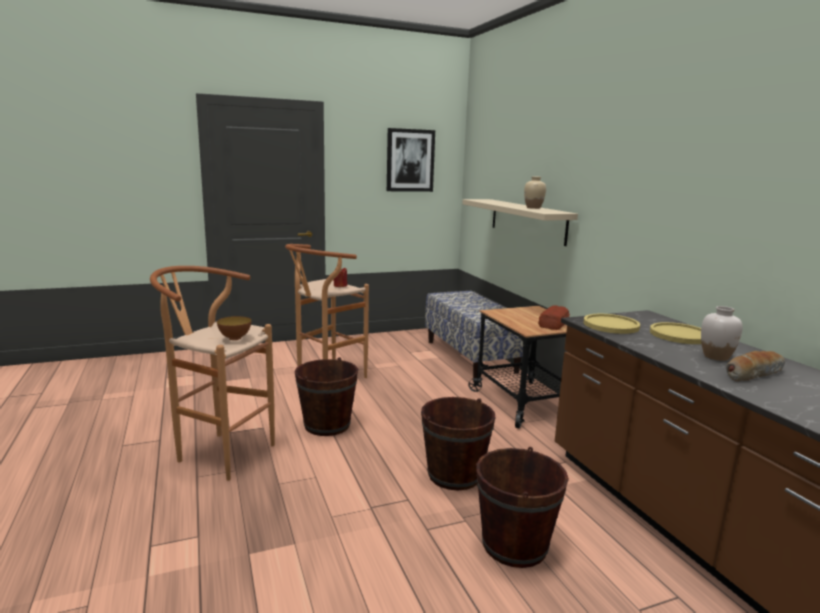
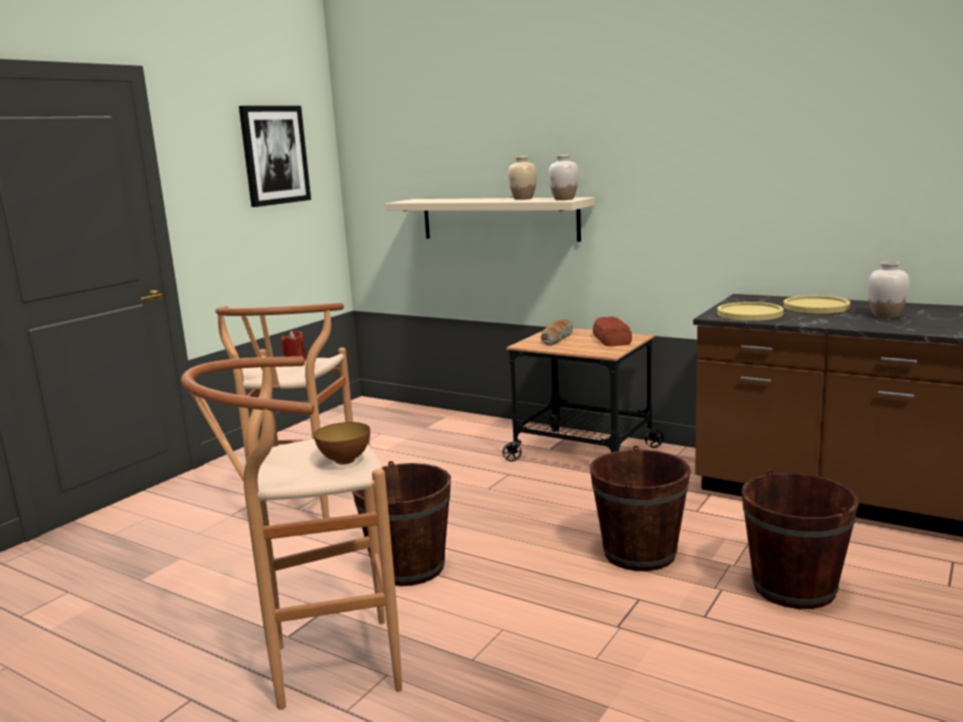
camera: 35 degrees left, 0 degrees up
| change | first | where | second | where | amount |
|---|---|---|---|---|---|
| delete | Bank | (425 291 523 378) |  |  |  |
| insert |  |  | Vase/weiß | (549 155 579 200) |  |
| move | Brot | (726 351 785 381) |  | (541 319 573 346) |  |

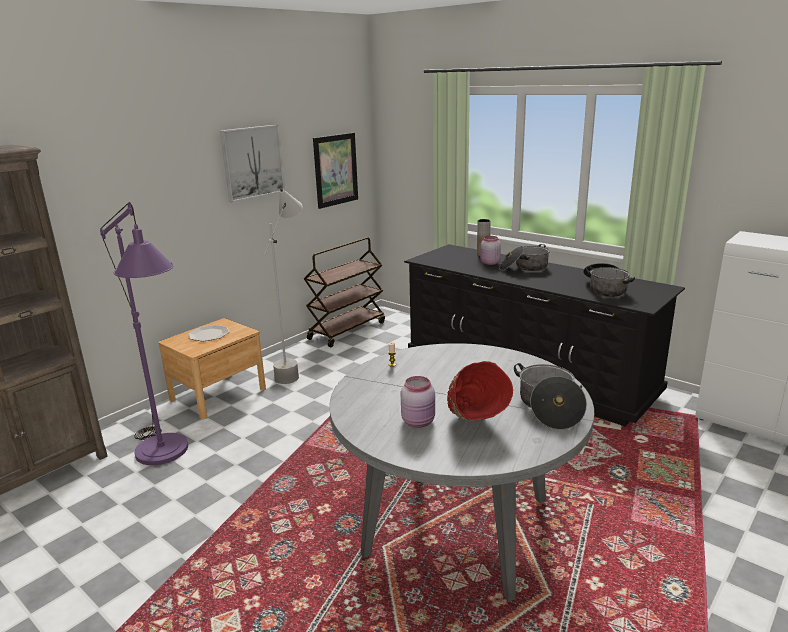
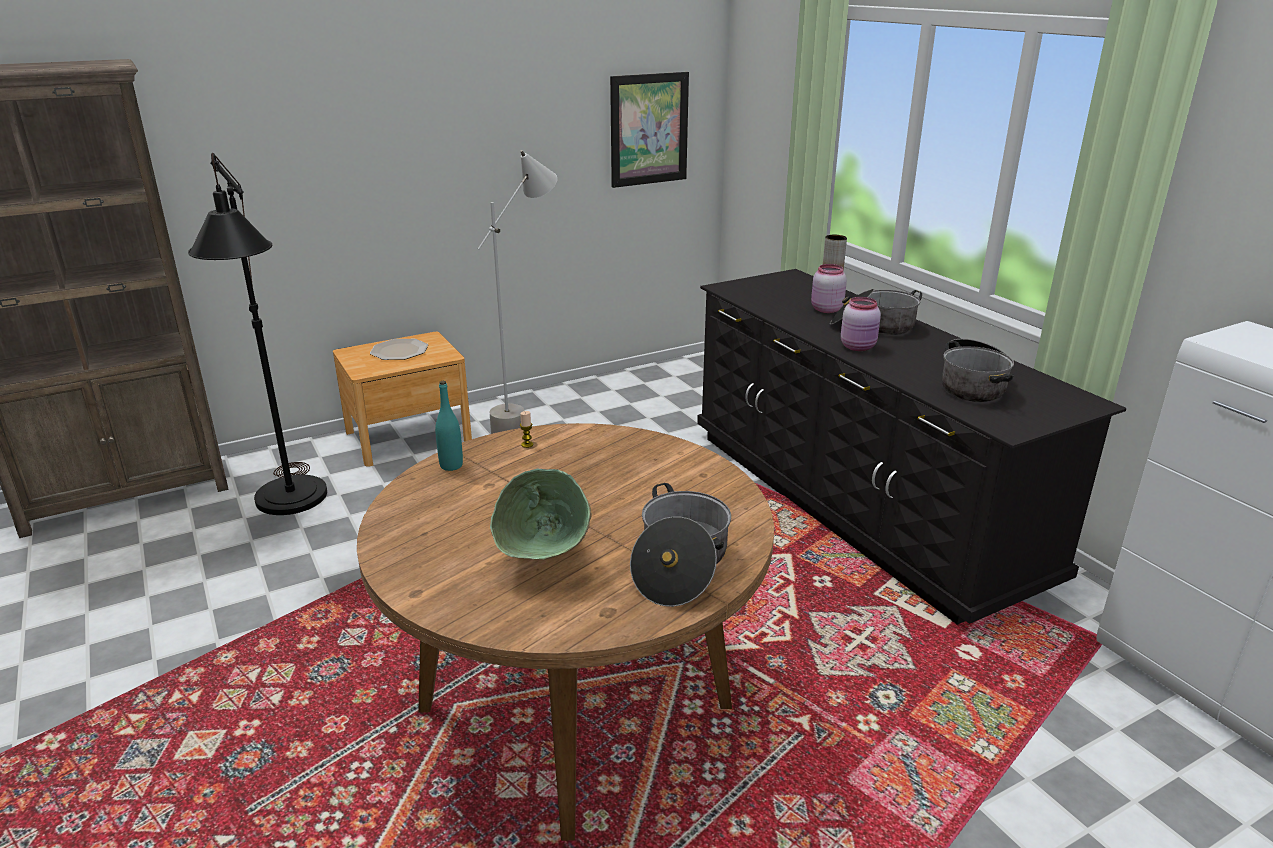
camera: 20 degrees right, 5 degrees up
| change | first | where | second | where | amount |
|---|---|---|---|---|---|
| delete | Bild | (220 125 285 202) |  |  |  |
| delete | Rollwagen/braun | (304 237 385 347) |  |  |  |
| insert |  |  | Flasche/türkis | (435 381 463 471) |  |
| move | Vorratsglas/rosa | (401 376 435 428) |  | (841 297 881 351) |  |
| recolor | Stehlampe/lila | (100 202 188 465) | Stehlampe/schwarz | (188 153 327 515) |  |
| recolor | Esstisch/grau | (329 343 594 602) | Esstisch/braun | (357 423 774 841) |  |
| recolor | Schüssel/rot | (447 361 513 421) | Schüssel/grün | (490 469 592 560) |  |

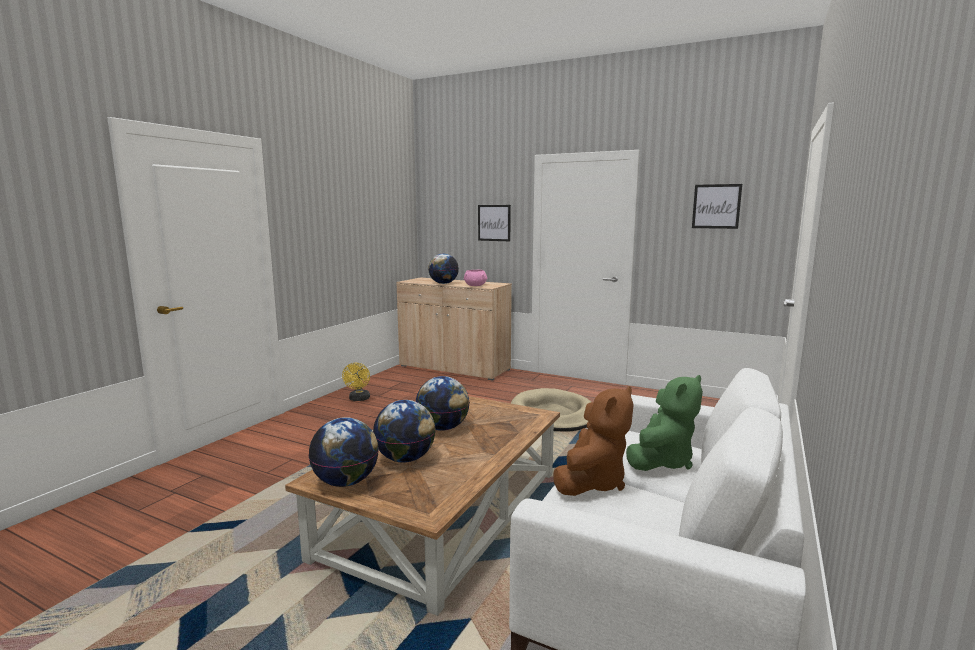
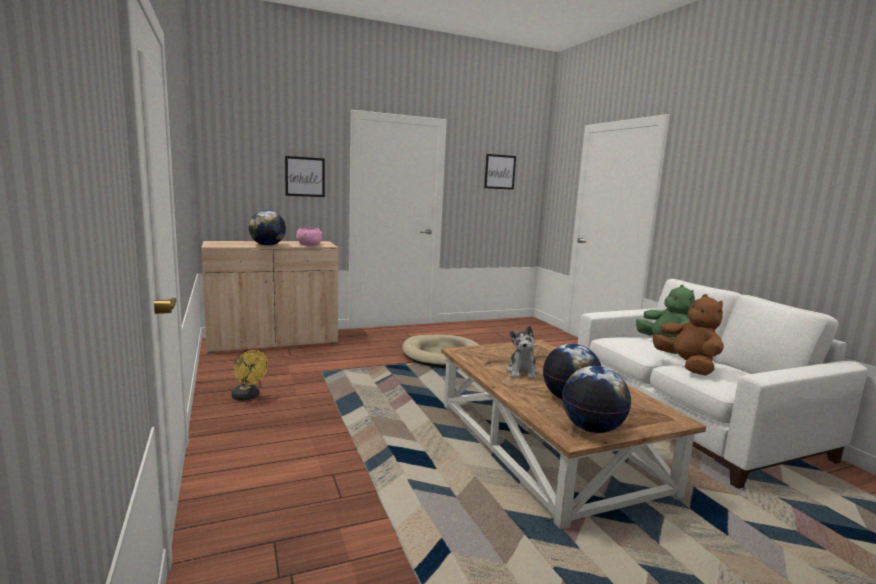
camera: 50 degrees left, 0 degrees up
| change | first | where | second | where | amount |
|---|---|---|---|---|---|
| replace | Globus | (416 376 469 431) | Plüschtier | (506 326 538 379) |  |

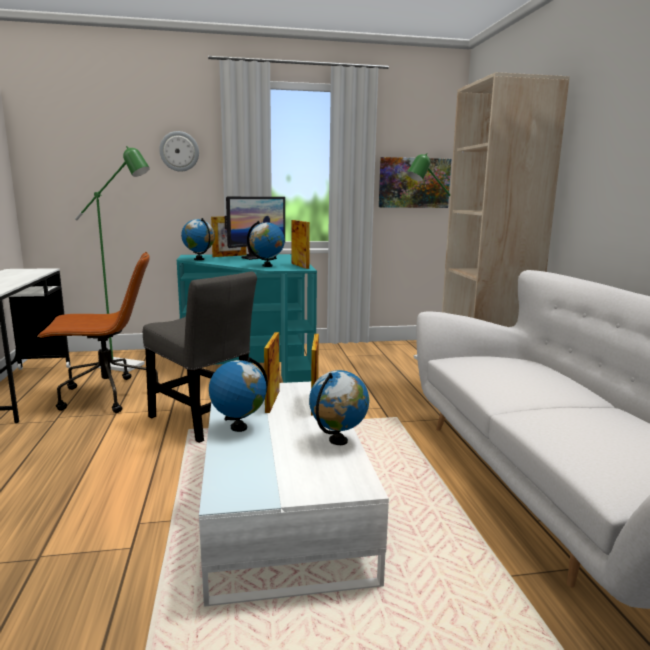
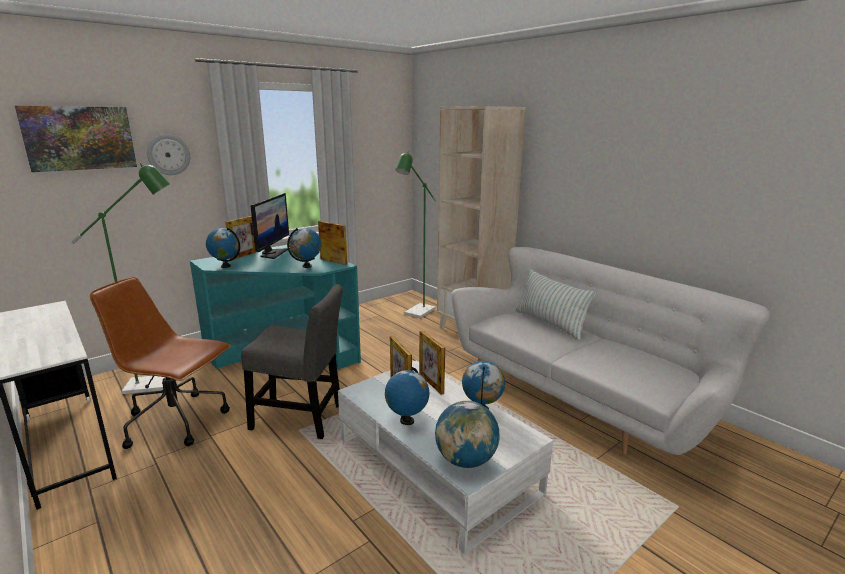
camera: 30 degrees left, 5 degrees up
| change | first | where | second | where | amount |
|---|---|---|---|---|---|
| insert |  |  | Globus | (435 401 500 468) |  |
| insert |  |  | Kissen | (515 269 596 340) |  |
| move | Bild | (379 157 451 208) |  | (15 106 137 172) |  |
| rotate | Bürostuhl/braun | (37 252 159 413) |  | (90 277 231 449) | 120 degrees counterclockwise |

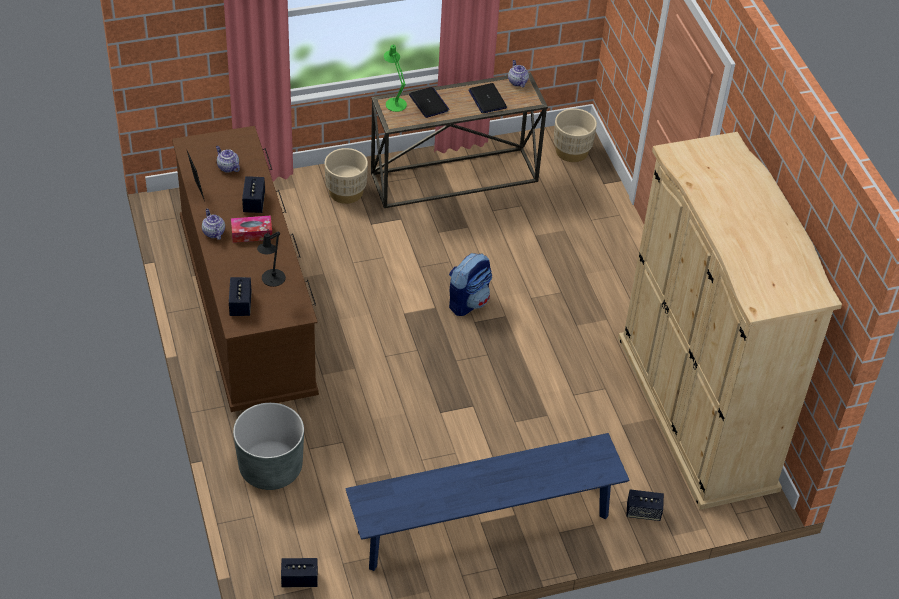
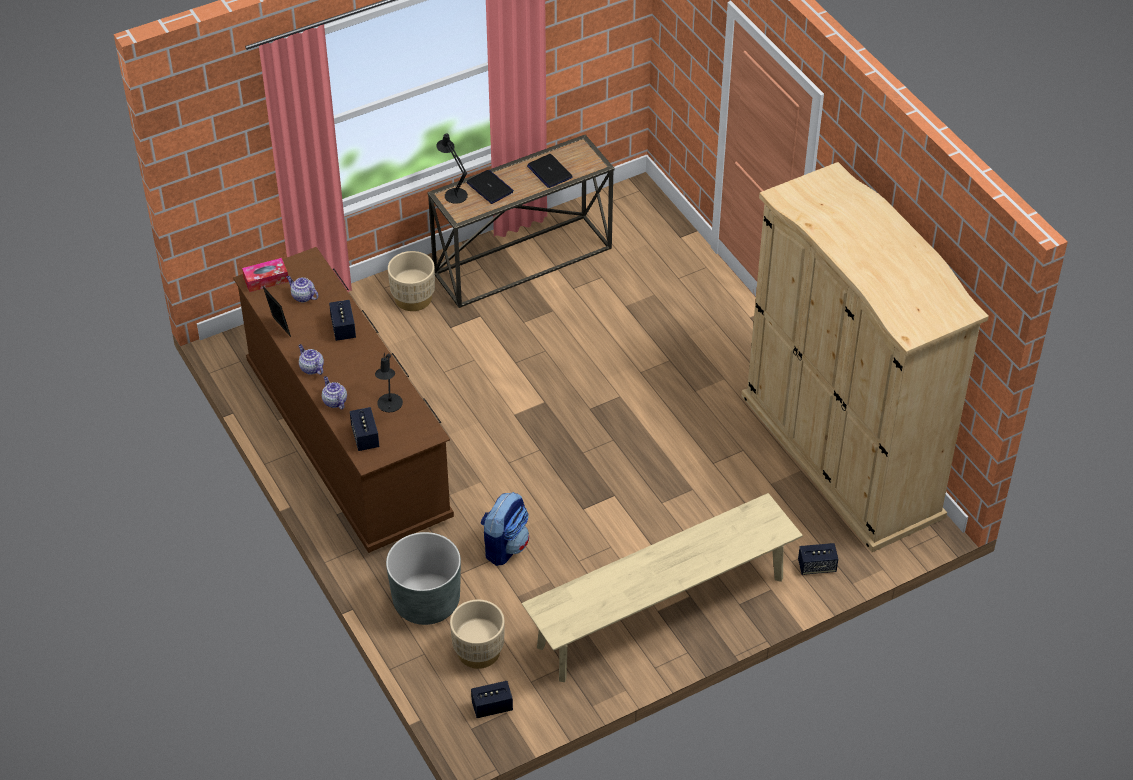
camera: 10 degrees left, 0 degrees up
| change | first | where | second | where | amount |
|---|---|---|---|---|---|
| move | Taschentuchbox | (231 216 273 243) |  | (242 258 289 292) |  |
| move | Rucksack | (449 253 492 316) |  | (480 492 529 566) |  |
| move | Teekanne | (508 60 529 87) |  | (322 376 347 409) |  |
| move | Pflanzkübel/beige | (554 108 597 162) |  | (450 600 505 669) |  |
| recolor | Bank/blau | (345 433 629 571) | Bank/beige | (522 493 803 682) |  |
| recolor | Tischlampe/grün | (384 45 407 112) | Tischlampe/schwarz | (437 133 468 204) |  |

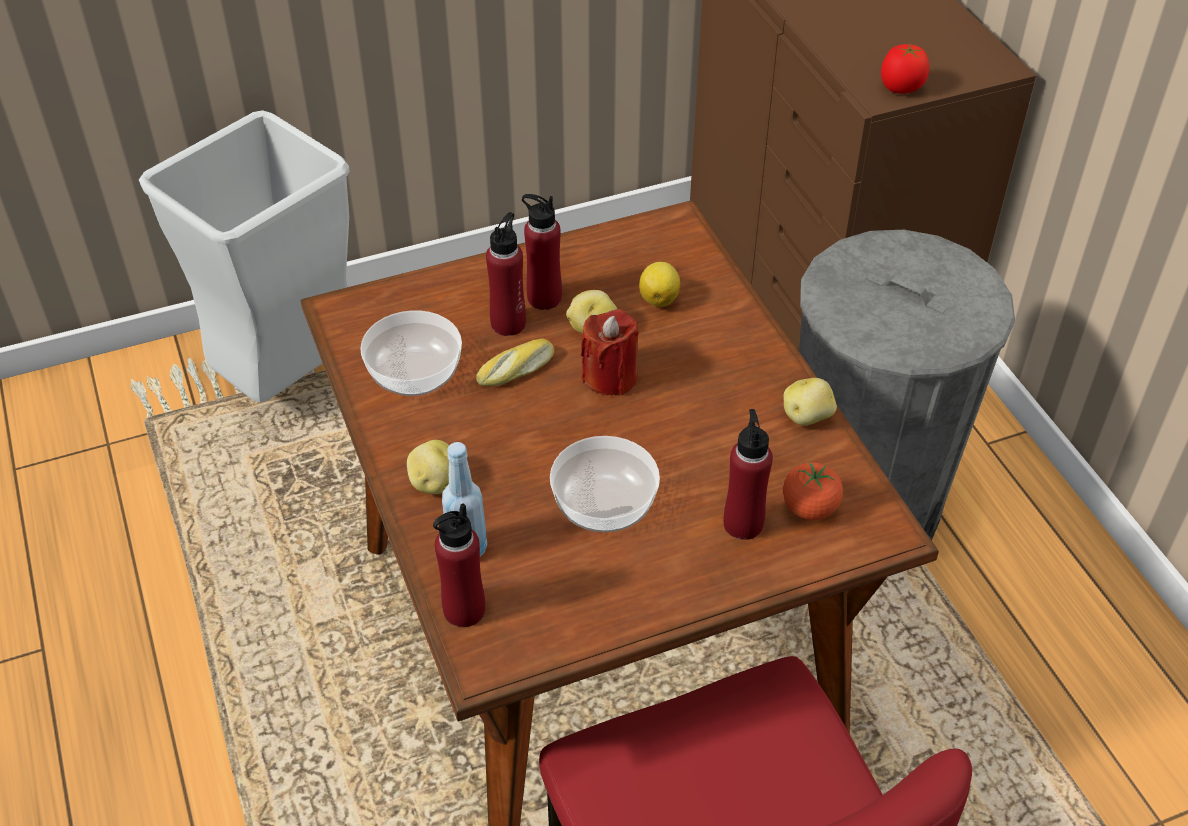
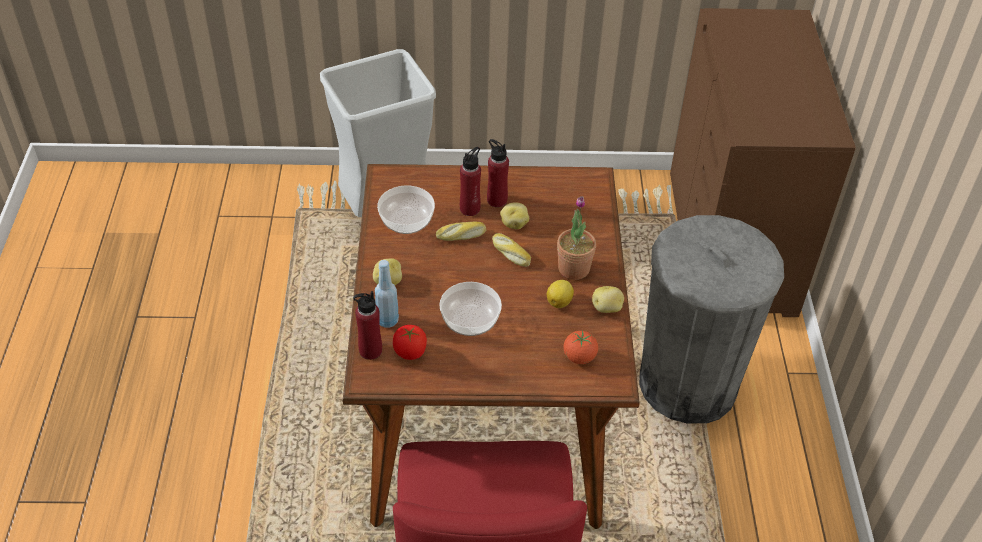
camera: 20 degrees right, 0 degrees up
| change | first | where | second | where | amount |
|---|---|---|---|---|---|
| delete | Flasche/rot | (724 409 773 540) |  |  |  |
| insert |  |  | Topfpflanze | (557 196 596 280) |  |
| move | Zitrone | (639 262 680 307) |  | (547 280 574 308) |  |
| move | Tomate | (881 44 929 94) |  | (393 325 427 360) |  |
| replace | Kerze/rot | (581 309 639 396) | Brot | (492 233 531 267) |  |

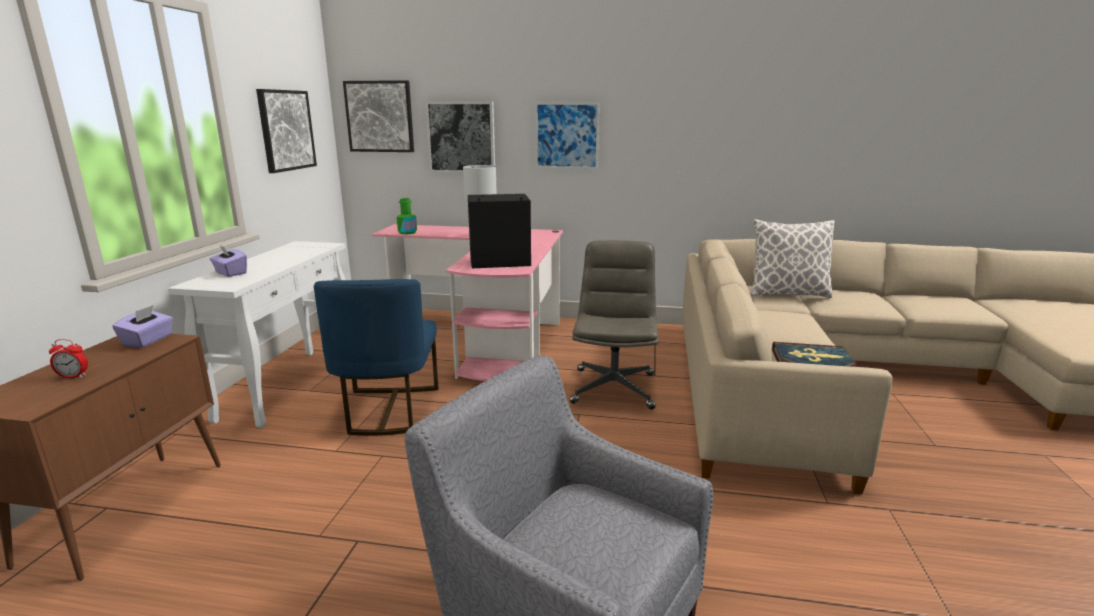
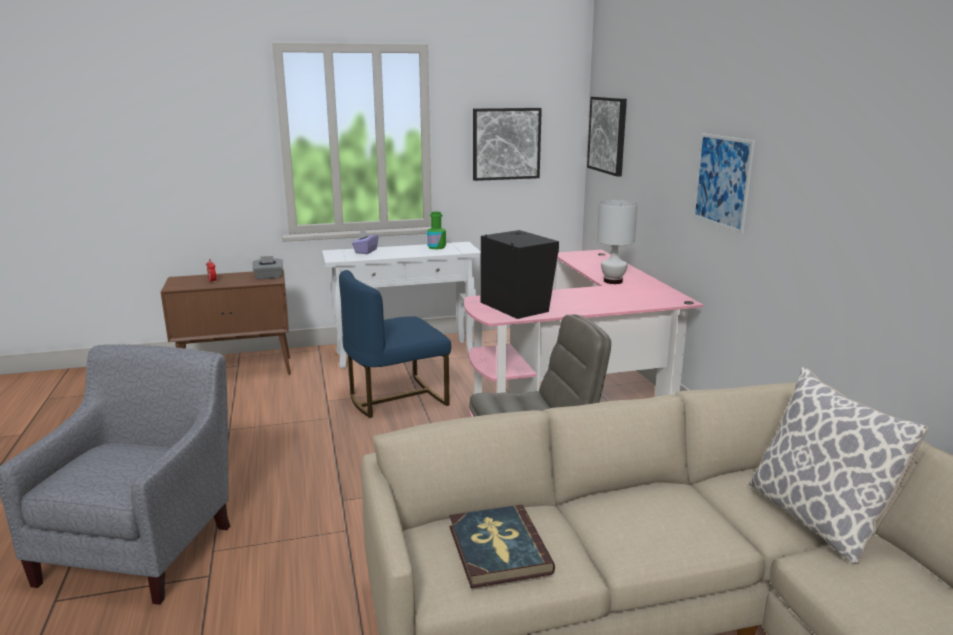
camera: 65 degrees right, 0 degrees up
| change | first | where | second | where | amount |
|---|---|---|---|---|---|
| delete | Bild | (425 101 495 173) |  |  |  |
| move | Flasche/grün | (397 198 417 235) |  | (427 212 446 249) |  |
| recolor | Taschentuchbox/lila | (112 305 173 348) | Taschentuchbox/grau | (253 256 283 279) |  |

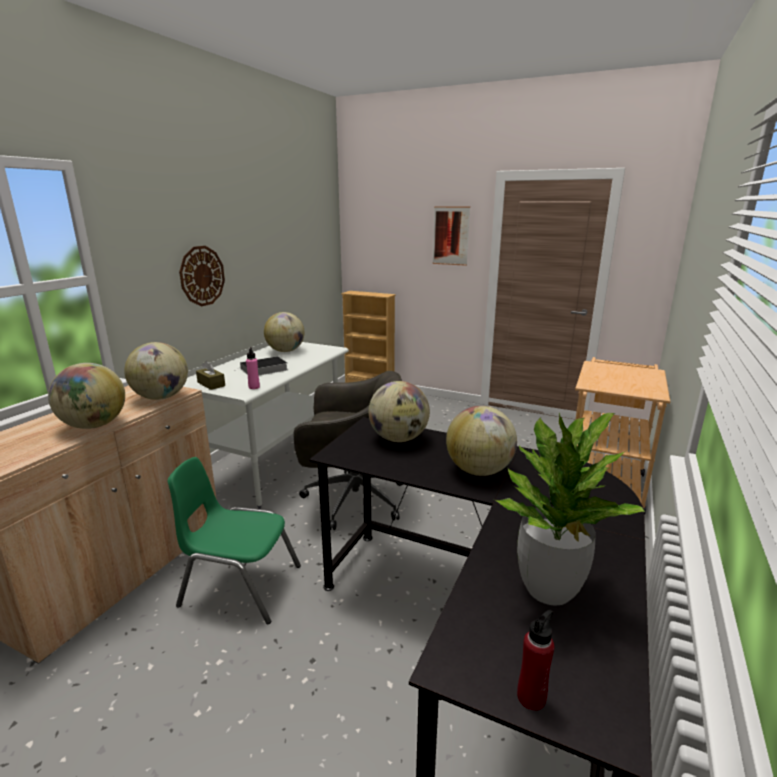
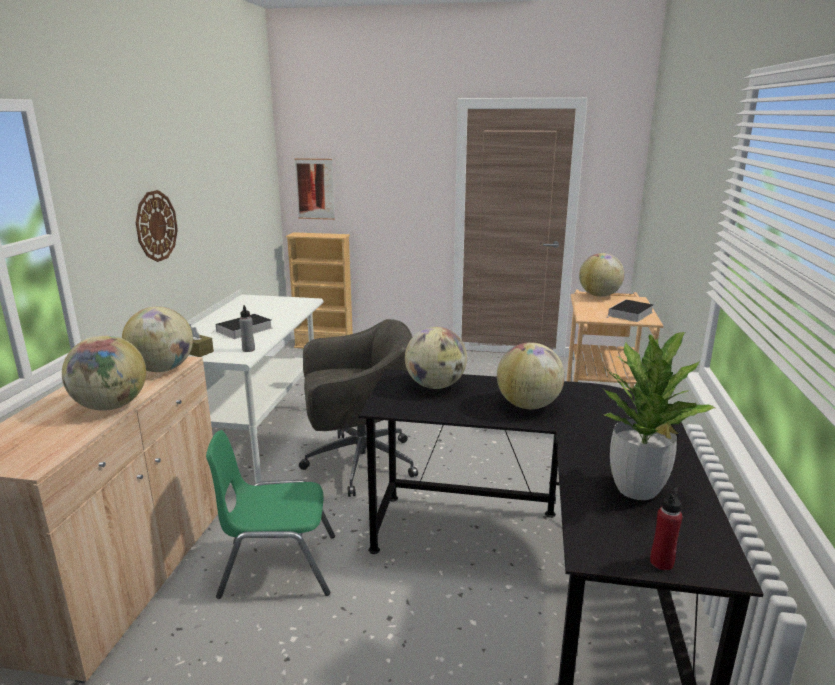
camera: 15 degrees left, 0 degrees up
| change | first | where | second | where | amount |
|---|---|---|---|---|---|
| insert |  |  | Buch | (607 300 653 322) |  |
| move | Globus | (264 312 305 352) |  | (579 253 624 297) |  |
| move | Bild | (433 206 470 266) |  | (294 158 335 220) |  |
| recolor | Flasche/rosa | (246 347 260 389) | Flasche/grau | (239 305 255 352) |  |

